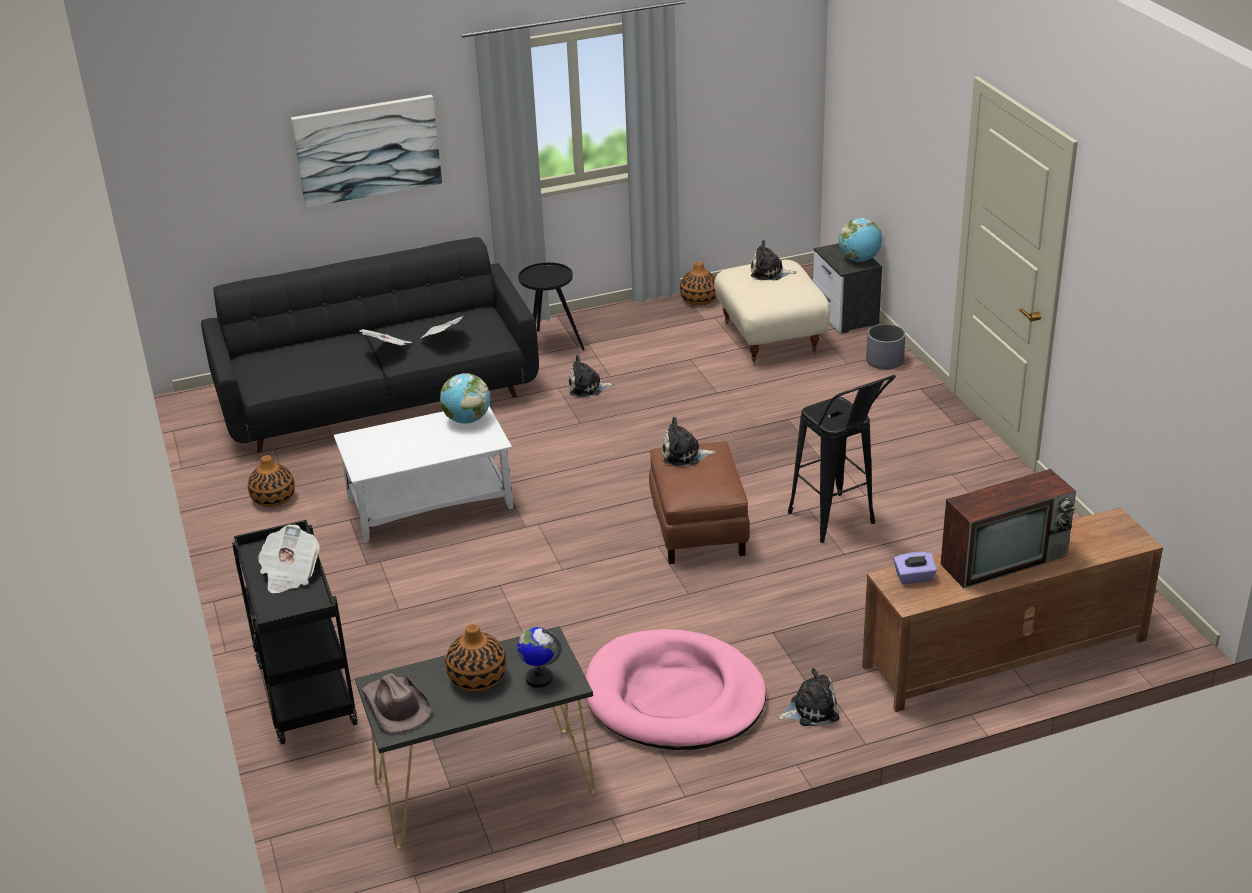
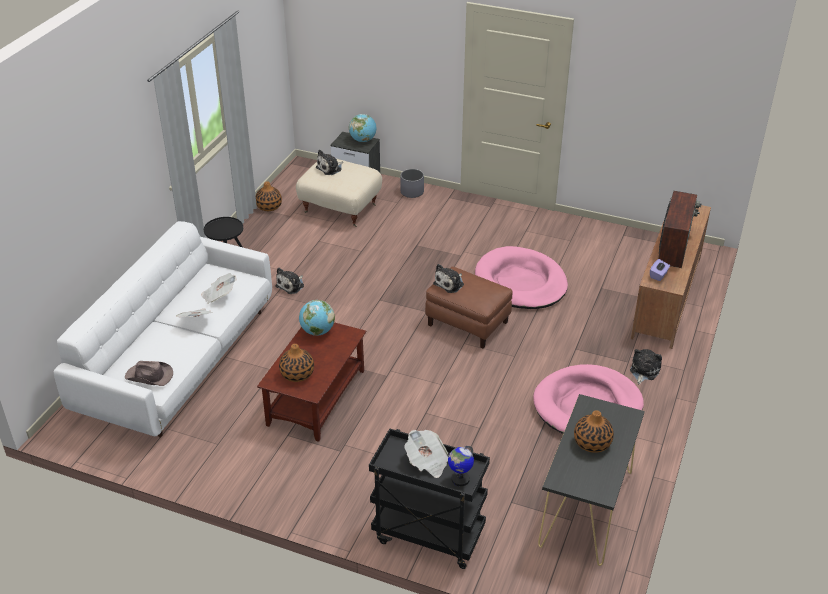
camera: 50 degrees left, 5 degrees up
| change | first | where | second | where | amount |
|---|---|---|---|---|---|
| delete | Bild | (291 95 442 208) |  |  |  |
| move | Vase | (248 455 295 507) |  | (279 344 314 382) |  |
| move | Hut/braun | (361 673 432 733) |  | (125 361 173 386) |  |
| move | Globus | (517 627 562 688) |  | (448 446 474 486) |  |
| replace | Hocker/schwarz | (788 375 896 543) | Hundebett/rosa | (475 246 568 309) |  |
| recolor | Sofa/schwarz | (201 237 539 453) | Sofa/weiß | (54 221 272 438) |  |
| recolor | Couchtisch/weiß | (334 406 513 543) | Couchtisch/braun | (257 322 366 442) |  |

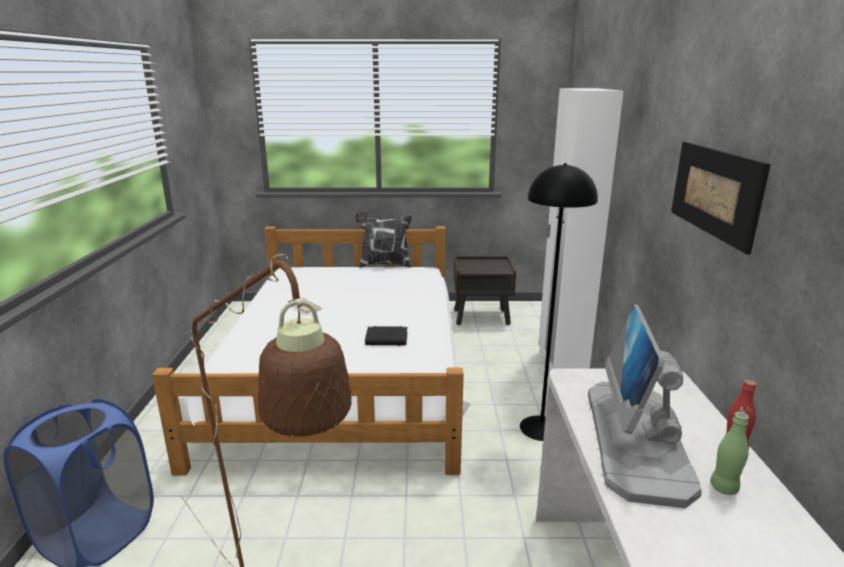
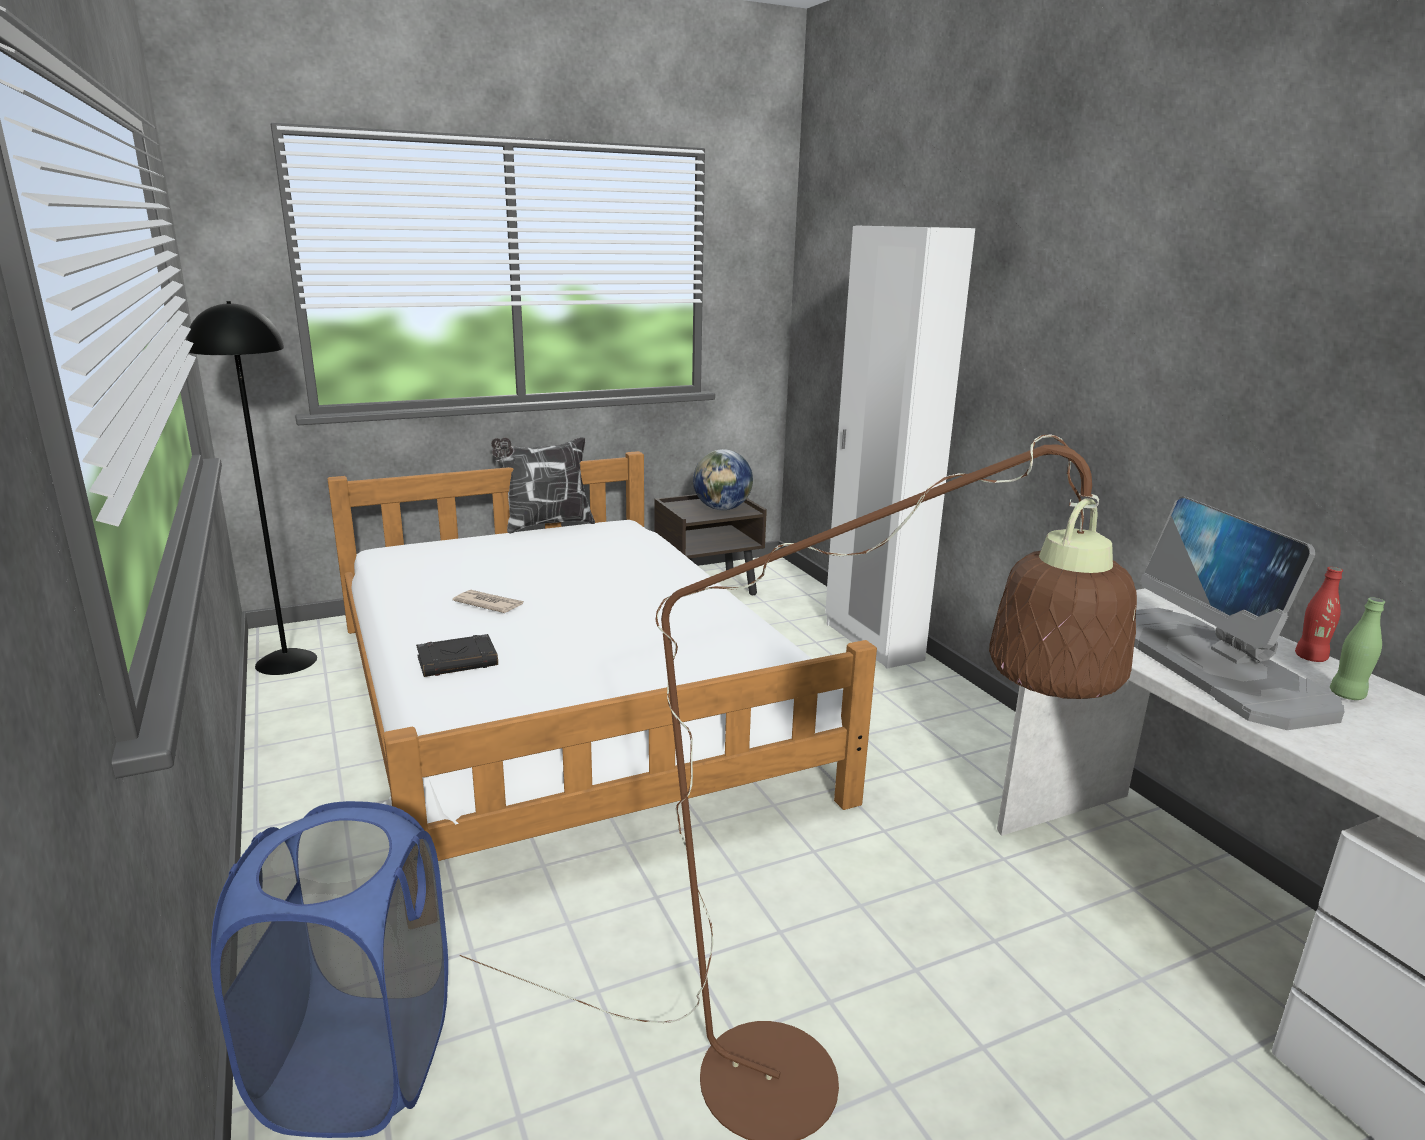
camera: 25 degrees left, 0 degrees up
| change | first | where | second | where | amount |
|---|---|---|---|---|---|
| delete | Bild | (671 142 771 254) |  |  |  |
| insert |  |  | Globus | (693 449 753 510) |  |
| move | Buch/schwarz | (365 326 407 346) |  | (416 634 498 677) |  |
| move | Stehlampe/schwarz | (520 163 598 441) |  | (186 301 317 675) |  |

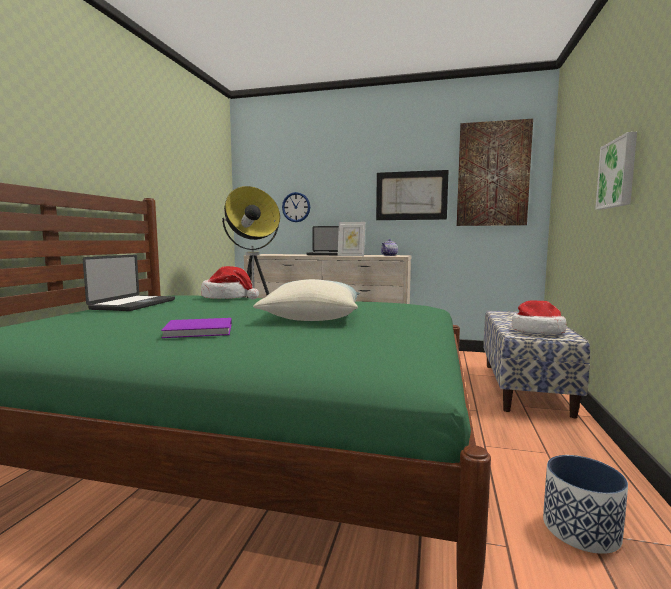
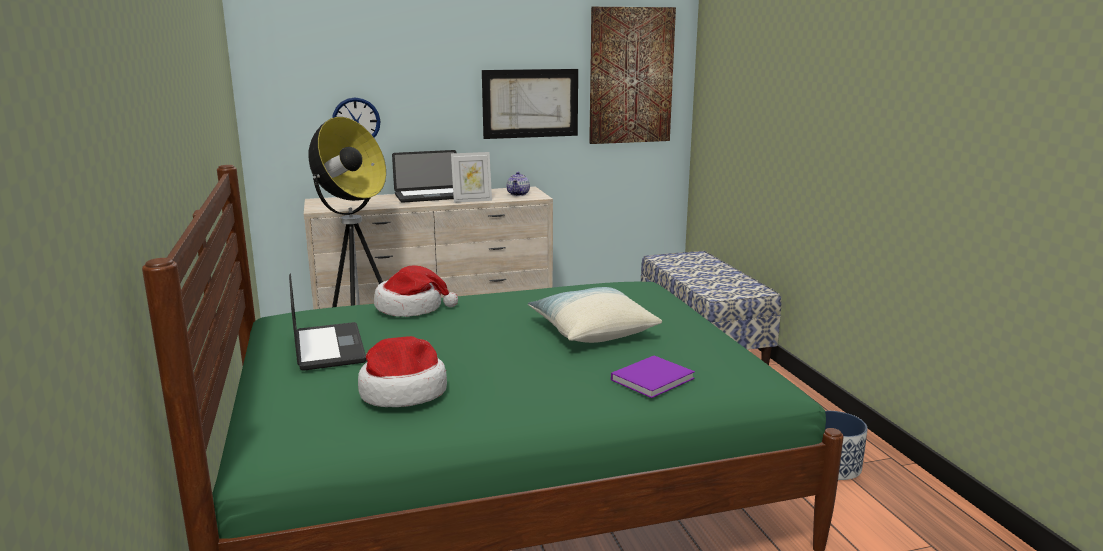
camera: 30 degrees left, 10 degrees up
| change | first | where | second | where | amount |
|---|---|---|---|---|---|
| delete | Bild | (595 132 637 209) |  |  |  |
| move | Buch/lila | (161 318 232 338) |  | (611 356 695 398) |  |
| move | Hut | (512 300 567 334) |  | (358 336 447 407) |  |

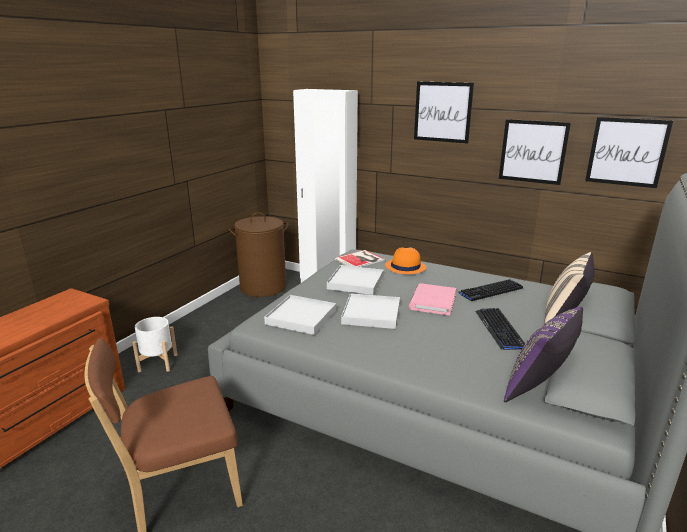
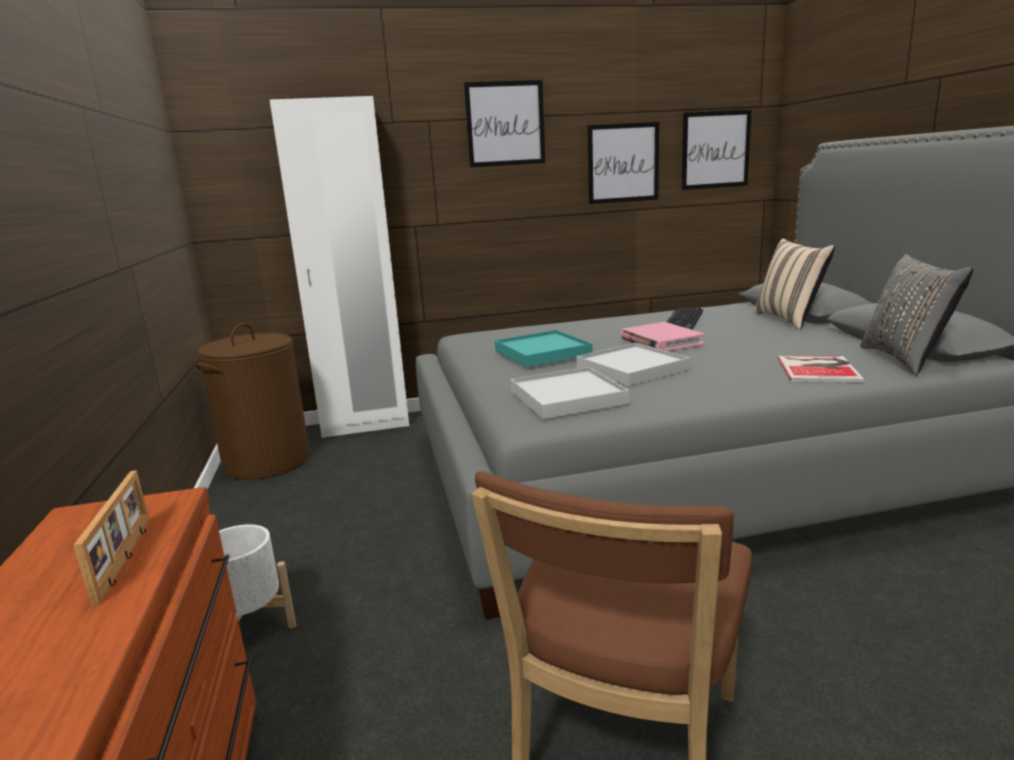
camera: 40 degrees left, 5 degrees down
| change | first | where | second | where | amount |
|---|---|---|---|---|---|
| delete | Hut/orange | (385 247 426 274) |  |  |  |
| delete | Tastatur | (475 308 525 350) |  |  |  |
| insert |  |  | Bilderrahmen | (74 470 149 606) |  |
| move | Buch | (334 250 385 267) |  | (778 356 864 383) |  |
| recolor | Tablett/weiß | (327 265 384 295) | Tablett/türkis | (495 330 592 367) |  |
| recolor | Kissen/lila | (504 307 583 402) | Kissen/grau | (860 254 973 376) |  |

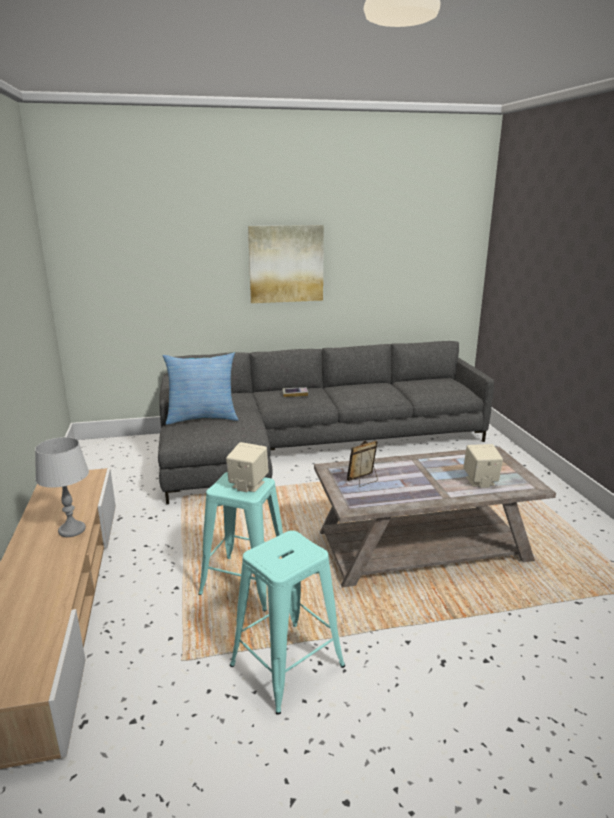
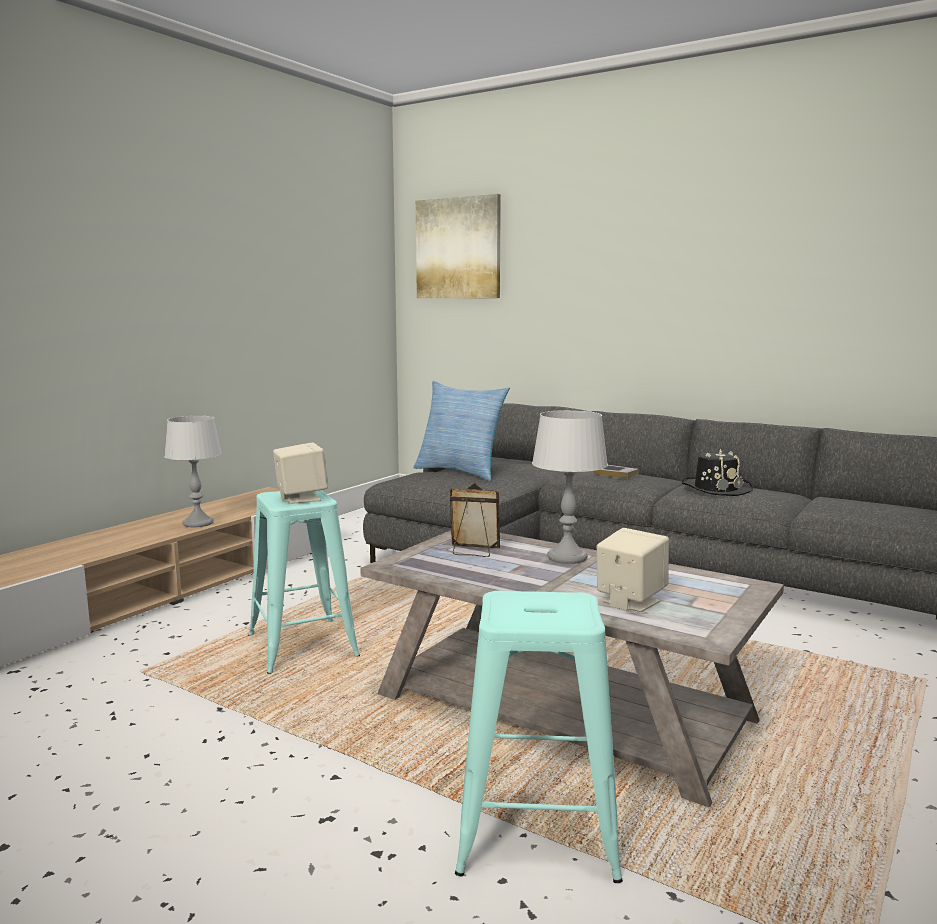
camera: 45 degrees right, 10 degrees down
| change | first | where | second | where | amount |
|---|---|---|---|---|---|
| insert |  |  | Tischlampe/grau | (532 410 608 564) |  |
| insert |  |  | Hut/schwarz | (682 449 753 496) |  |
| move | Hocker/türkis | (230 531 345 715) |  | (455 591 623 883) |  |
| move | Bild | (248 225 324 303) |  | (416 194 501 298) |  |

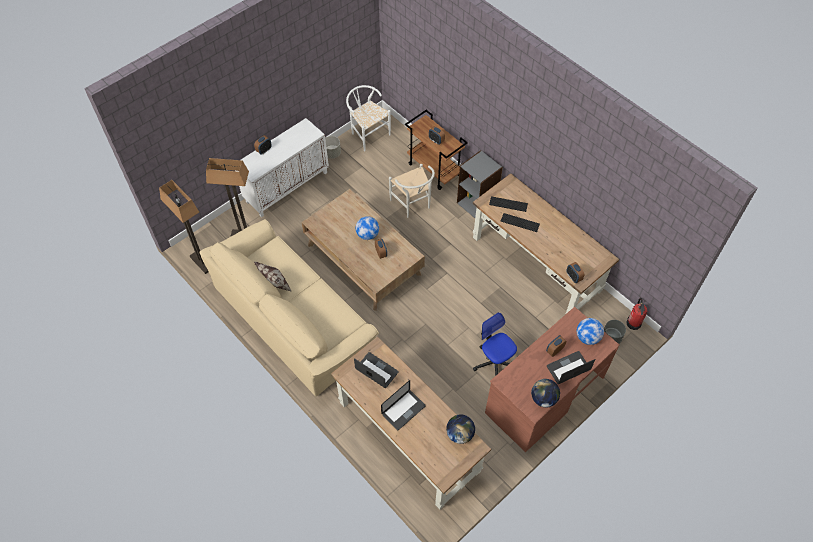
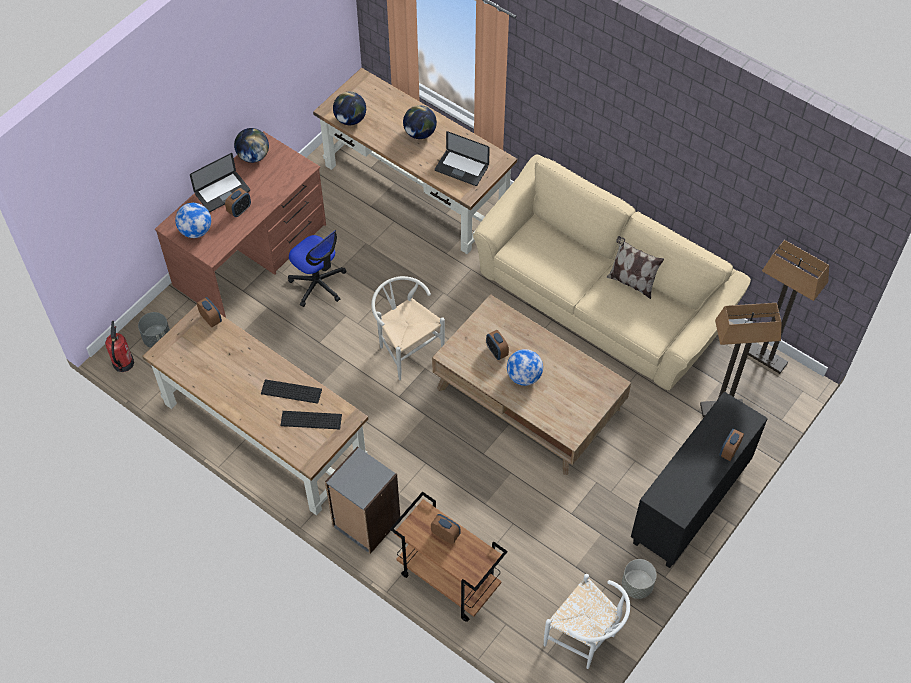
camera: 170 degrees right, 0 degrees up
| change | first | where | second | where | amount |
|---|---|---|---|---|---|
| move | Stuhl/weiß | (389 164 435 218) |  | (371 276 445 380) |  |
| replace | Laptop | (381 380 426 431) | Globus | (403 105 437 139) |  |
| recolor | Schrank/weiß | (238 118 329 217) | Schrank/schwarz | (631 391 768 568) |  |

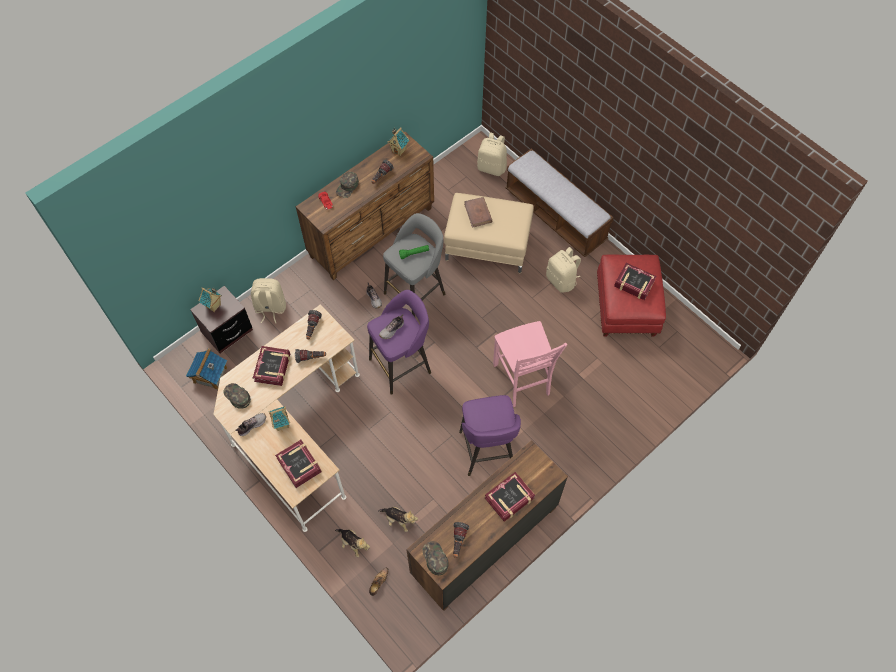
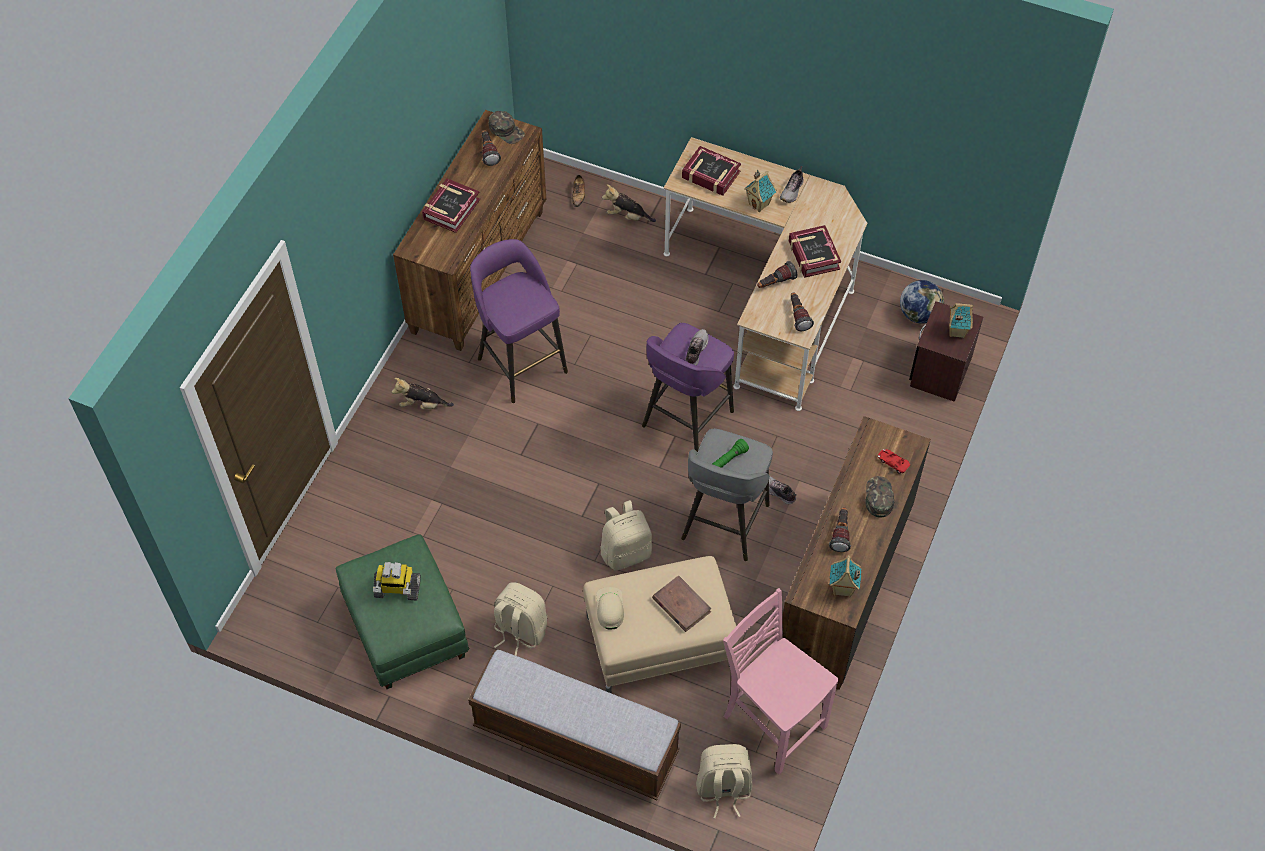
camera: 155 degrees right, 5 degrees down
| change | first | where | second | where | amount |
|---|---|---|---|---|---|
| delete | Kappe/grün | (223 383 251 409) |  |  |  |
| insert |  |  | Kappe/beige | (596 587 624 630) |  |
| move | Rucksack/beige | (251 278 286 323) |  | (600 500 652 571) |  |
| move | Plüschtier | (378 507 418 532) |  | (392 378 454 409) |  |
| move | Stuhl/rosa | (493 321 567 407) |  | (723 588 838 774) |  |
| replace | Spielzeughaus | (186 348 228 390) | Globus | (900 280 944 324) |  |
| replace | Buch | (614 263 657 300) | Spielzeugroboter | (373 562 421 601) |  |
| recolor | Polsterhocker/rot | (597 255 666 336) | Polsterhocker/grün | (336 534 469 689) |  |

